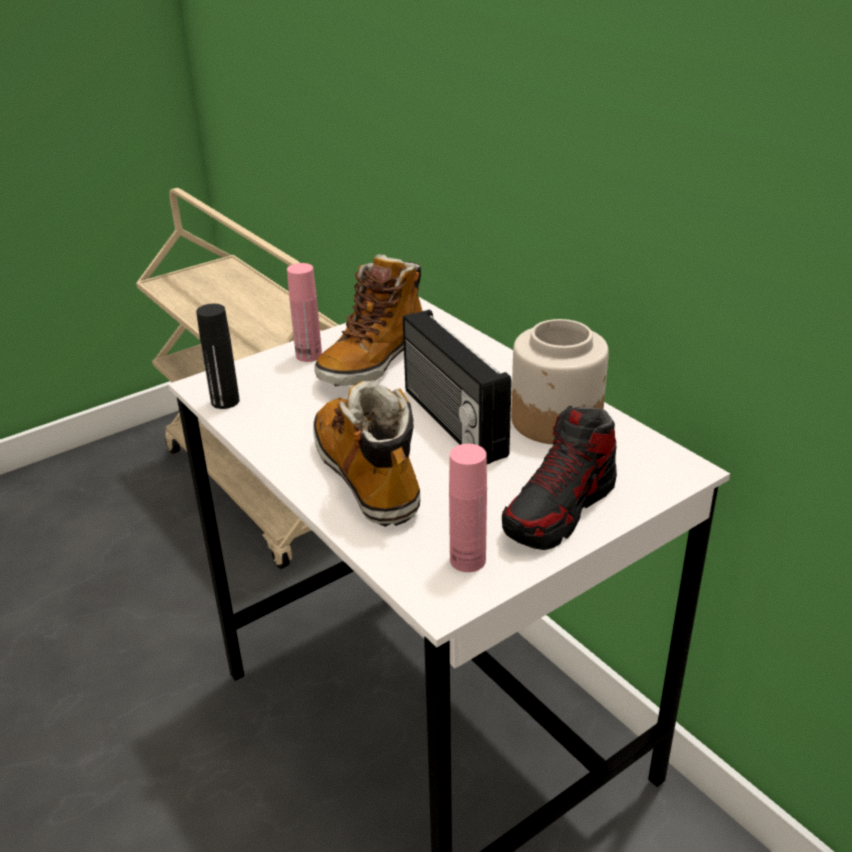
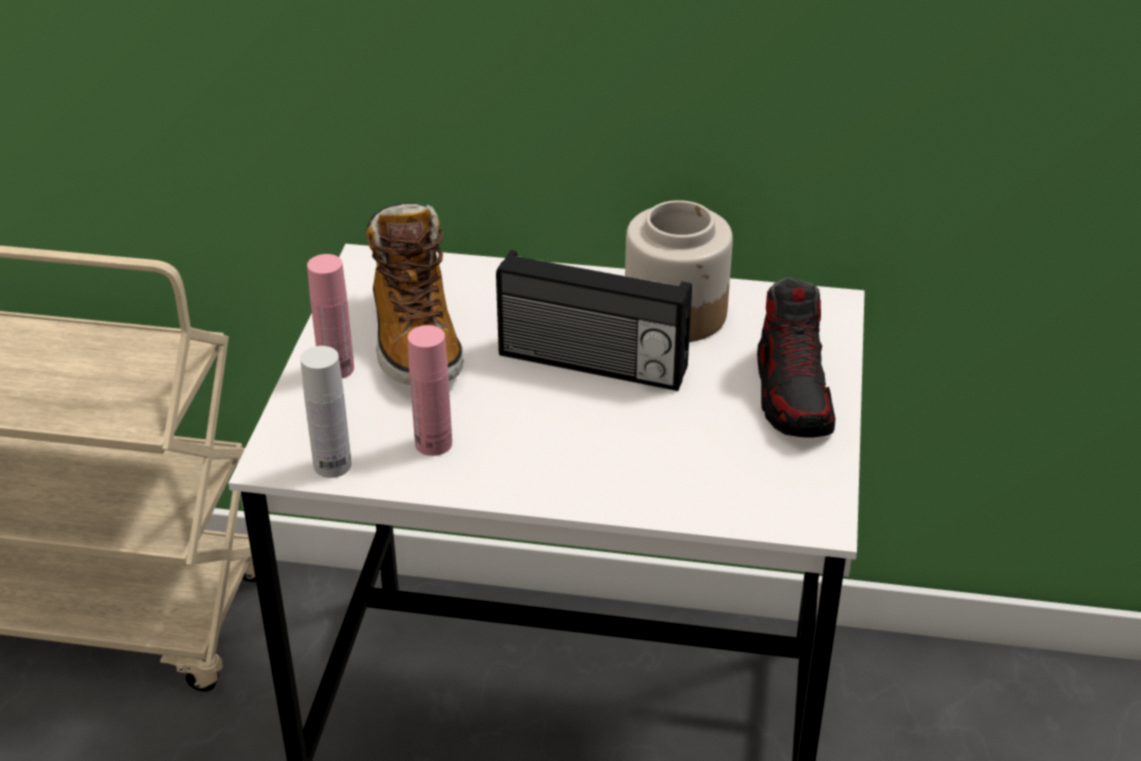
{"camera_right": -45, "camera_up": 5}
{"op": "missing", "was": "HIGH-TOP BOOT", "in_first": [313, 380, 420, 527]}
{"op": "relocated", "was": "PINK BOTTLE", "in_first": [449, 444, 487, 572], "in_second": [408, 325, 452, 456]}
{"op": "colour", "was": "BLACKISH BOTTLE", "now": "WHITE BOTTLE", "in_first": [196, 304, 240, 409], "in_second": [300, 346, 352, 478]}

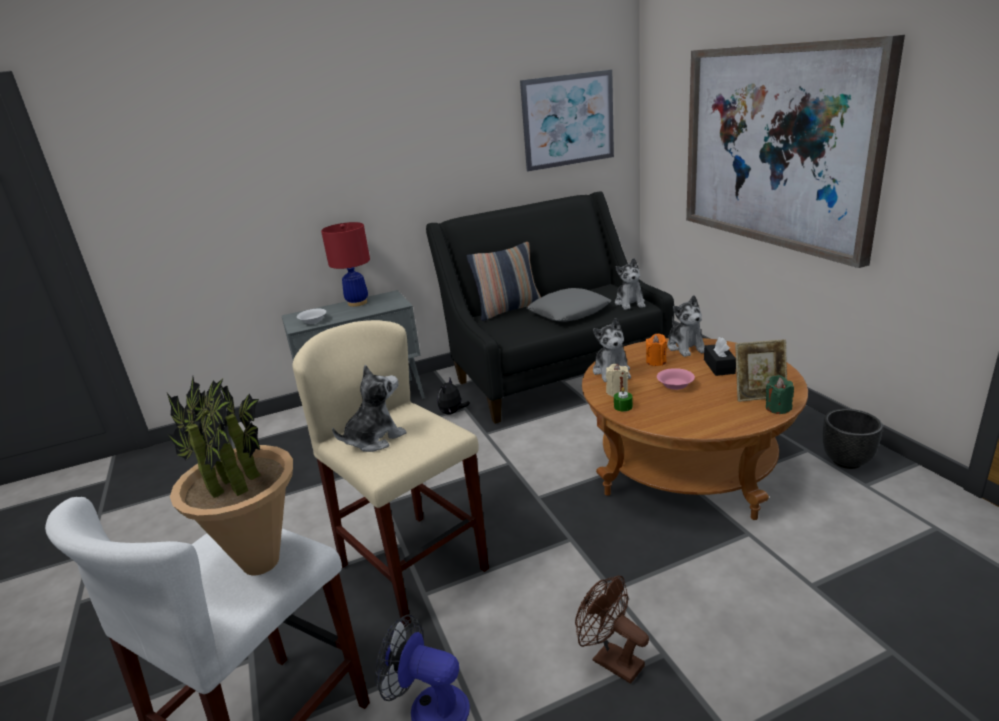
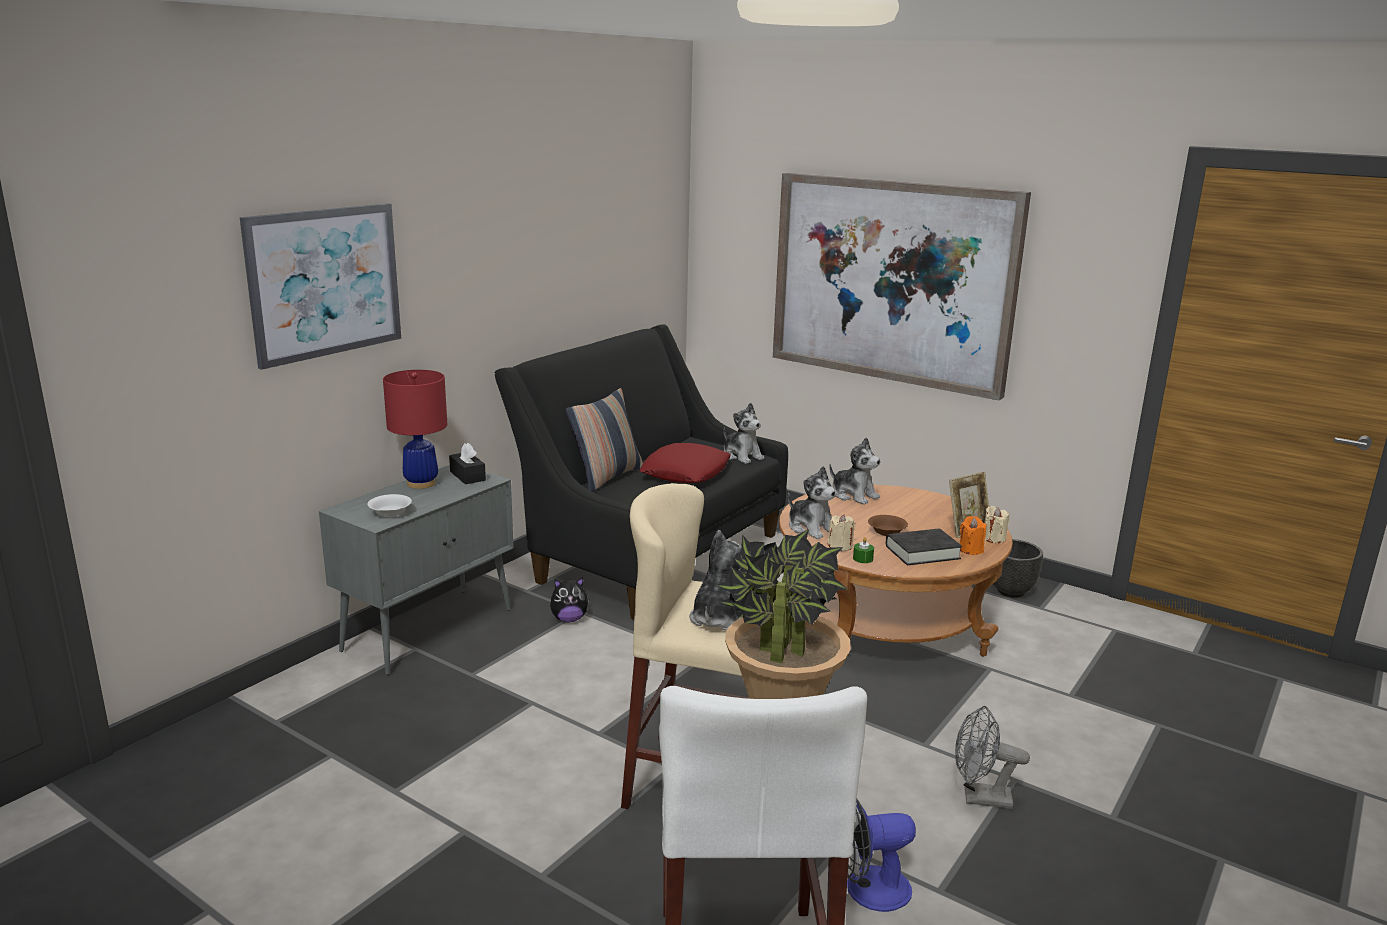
{"camera_right": -35, "camera_up": -5}
{"op": "appeared", "now": "BLACKISH BOOK", "in_second": [886, 529, 962, 565]}
{"op": "relocated", "was": "PICTURE", "in_first": [520, 70, 614, 172], "in_second": [240, 203, 401, 370]}
{"op": "relocated", "was": "ORANGEY WAX CANDLE", "in_first": [646, 334, 667, 366], "in_second": [960, 516, 986, 555]}
{"op": "relocated", "was": "BLACKISH TISSUE HOLDER", "in_first": [704, 337, 736, 376], "in_second": [449, 443, 486, 484]}
{"op": "colour", "was": "GREY PILLOW", "now": "RED-COLOURED PILLOW", "in_first": [526, 288, 612, 322], "in_second": [640, 443, 731, 483]}
{"op": "colour", "was": "BROWN-COLOURED ELECTRIC FAN", "now": "GREY ELECTRIC FAN", "in_first": [575, 576, 649, 684], "in_second": [955, 706, 1030, 809]}
{"op": "colour", "was": "PINK BOWL", "now": "BROWN-COLOURED BOWL", "in_first": [657, 368, 695, 390], "in_second": [868, 515, 908, 536]}
{"op": "colour", "was": "GREEN-COLOURED WAX CANDLE", "now": "BEIGE-COLOURED WAX CANDLE", "in_first": [766, 375, 794, 414], "in_second": [984, 506, 1009, 543]}
{"op": "spun", "was": "SOFT TOY", "in_first": [437, 378, 470, 415], "in_second": [550, 577, 590, 622], "clockwise": -90}

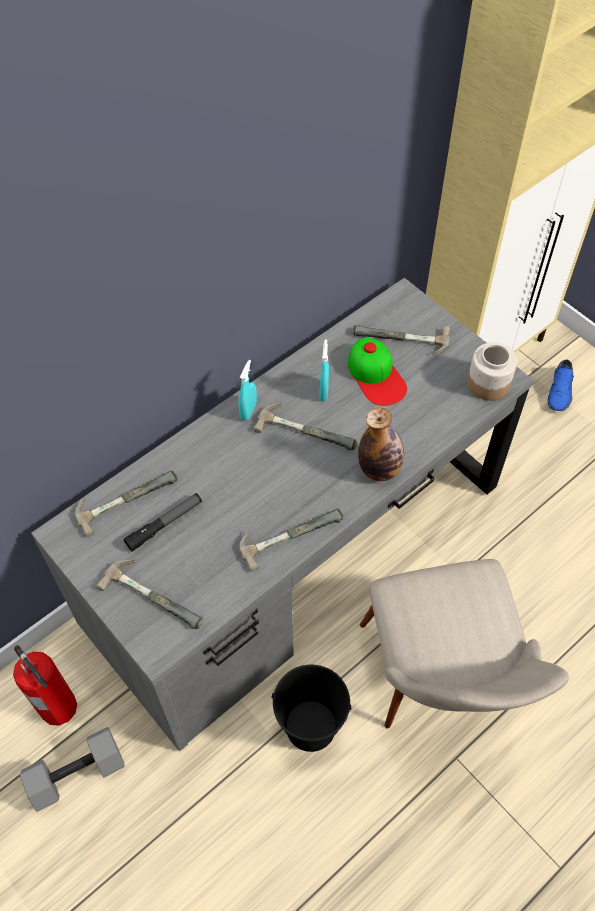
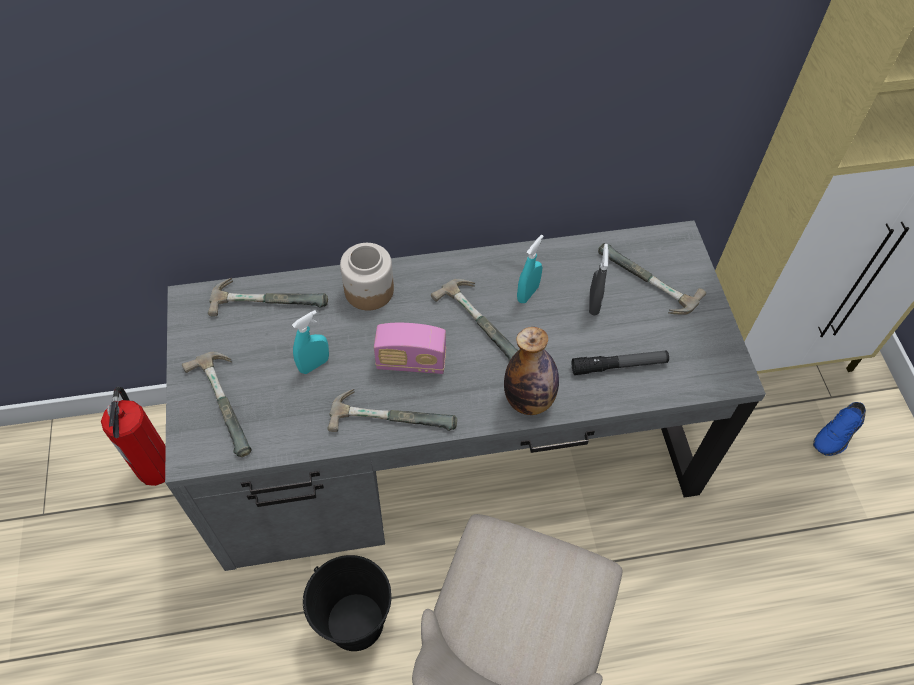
{"camera_right": 30, "camera_up": 0}
{"op": "missing", "was": "GREY FREE WEIGHT", "in_first": [20, 727, 125, 812]}
{"op": "appeared", "now": "RADIO SET", "in_second": [374, 323, 446, 374]}
{"op": "relocated", "was": "TORCH", "in_first": [124, 493, 202, 551], "in_second": [572, 350, 669, 375]}
{"op": "relocated", "was": "TURQUOISE-COLOURED SPRAY BOTTLE", "in_first": [239, 360, 257, 421], "in_second": [292, 310, 329, 374]}
{"op": "relocated", "was": "JAR", "in_first": [467, 342, 517, 401], "in_second": [340, 243, 394, 311]}
{"op": "exchanged", "was": "BASEBALL CAP", "now": "GREY SPRAY BOTTLE", "in_first": [348, 338, 407, 406], "in_second": [589, 244, 608, 316]}

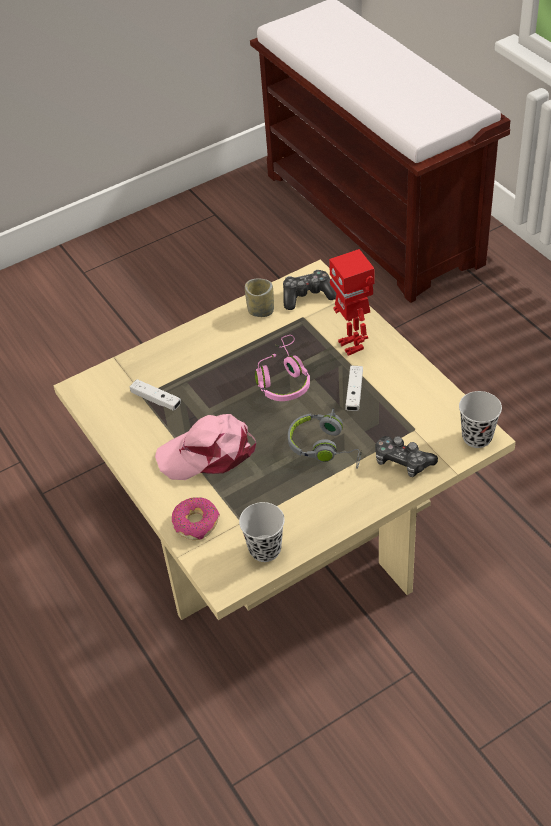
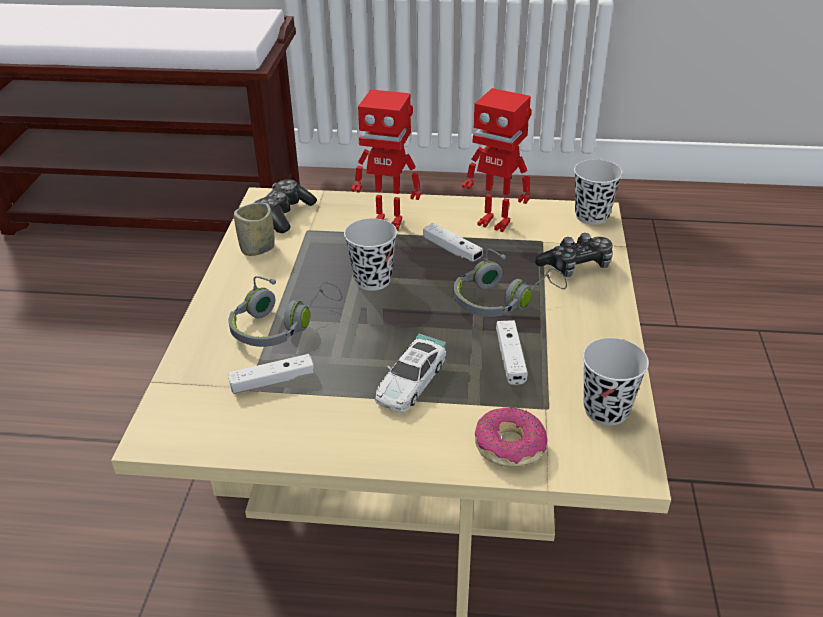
{"camera_right": -55, "camera_up": -10}
{"op": "appeared", "now": "GREY HEADPHONES", "in_second": [229, 276, 342, 347]}
{"op": "appeared", "now": "TOY ROBOT", "in_second": [462, 88, 532, 232]}
{"op": "appeared", "now": "WHITE GAME CONTROLLER", "in_second": [496, 320, 527, 385]}
{"op": "exchanged", "was": "PINK BASEBALL CAP", "now": "TOY CAR", "in_first": [155, 414, 256, 480], "in_second": [375, 333, 446, 413]}
{"op": "exchanged", "was": "PINK HEADPHONES", "now": "BLACKISH CUP", "in_first": [255, 335, 310, 401], "in_second": [344, 218, 397, 291]}

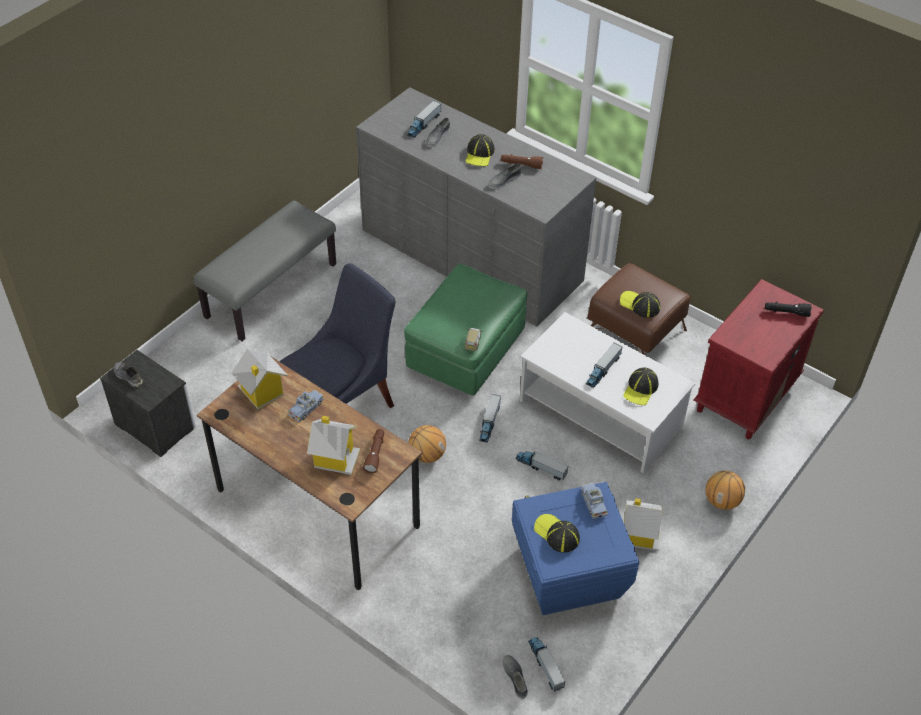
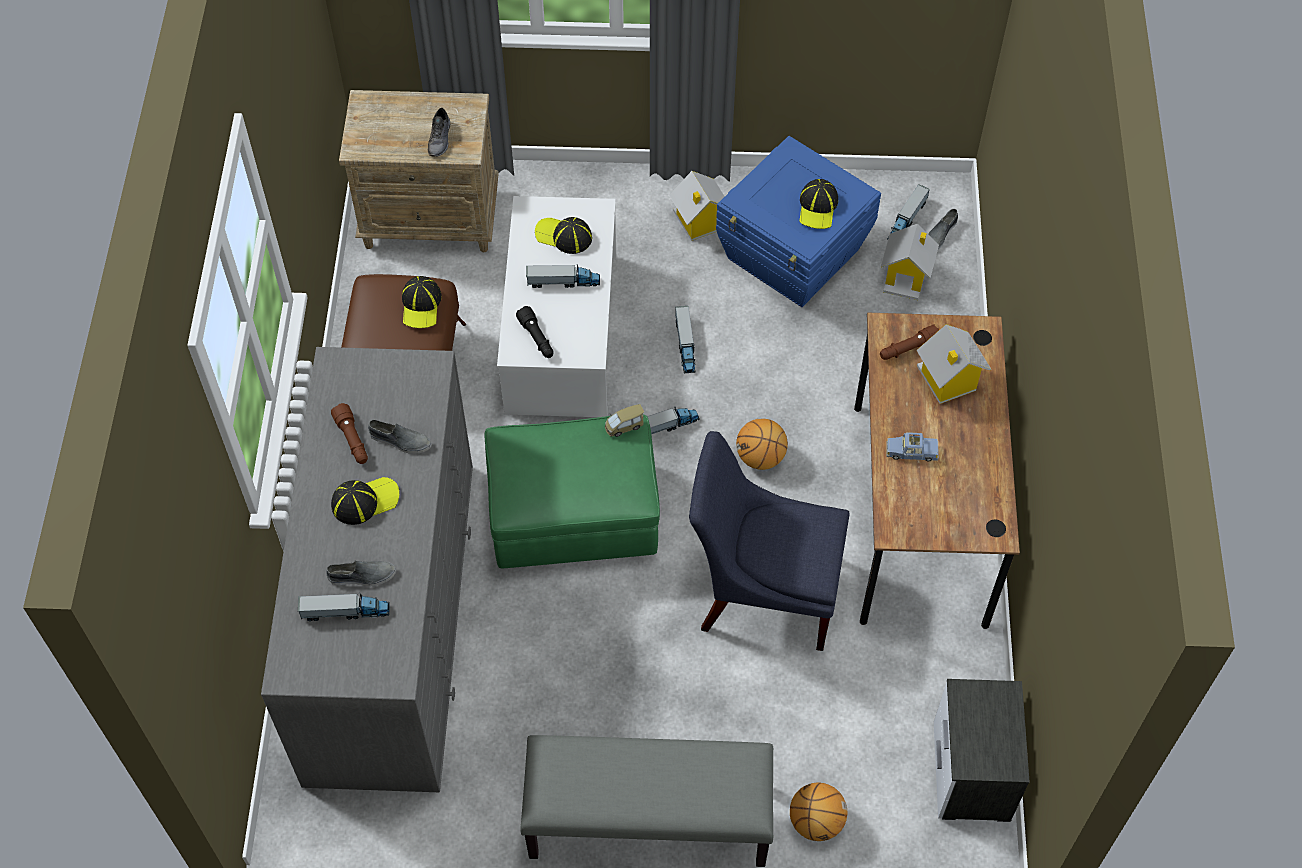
{"camera_right": -125, "camera_up": 10}
{"op": "missing", "was": "BLUE-COLOURED TOY CAR", "in_first": [581, 483, 608, 519]}
{"op": "relocated", "was": "GREY LOW SHOE", "in_first": [114, 362, 143, 387], "in_second": [428, 108, 450, 157]}
{"op": "relocated", "was": "TOY HOUSE", "in_first": [231, 349, 288, 409], "in_second": [881, 224, 939, 300]}
{"op": "relocated", "was": "BASKETBALL BALL", "in_first": [706, 471, 745, 510], "in_second": [790, 783, 847, 841]}
{"op": "relocated", "was": "BLACKISH TORCH", "in_first": [765, 302, 812, 317], "in_second": [516, 306, 554, 358]}
{"op": "colour", "was": "RED-COLOURED NIGHT TABLE", "now": "BEIGE-COLOURED NIGHT TABLE", "in_first": [693, 279, 824, 439], "in_second": [339, 90, 499, 252]}
{"op": "spun", "was": "BASEBALL CAP", "in_first": [623, 368, 659, 405], "in_second": [535, 217, 592, 254], "clockwise": -150}

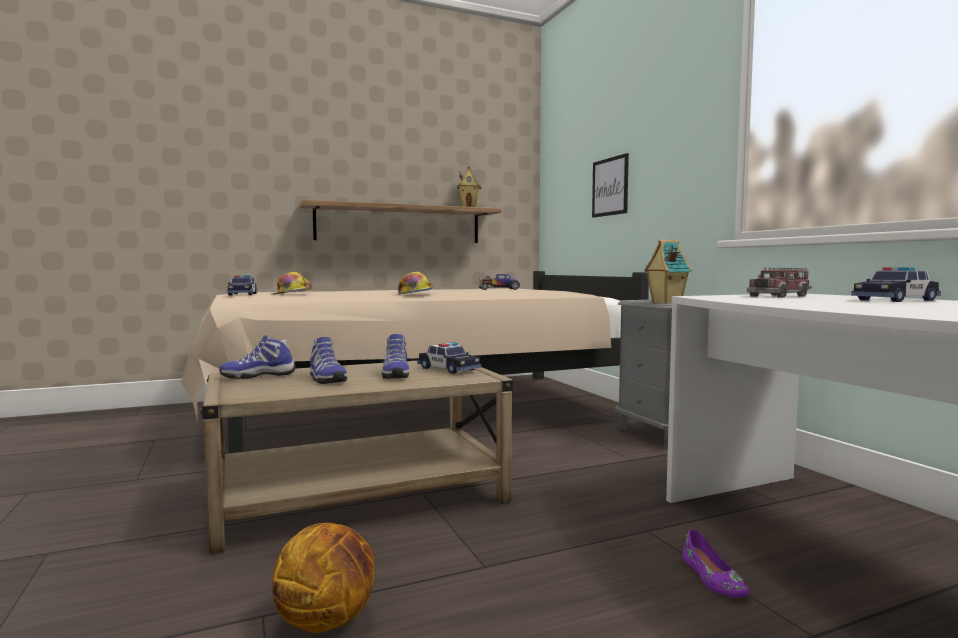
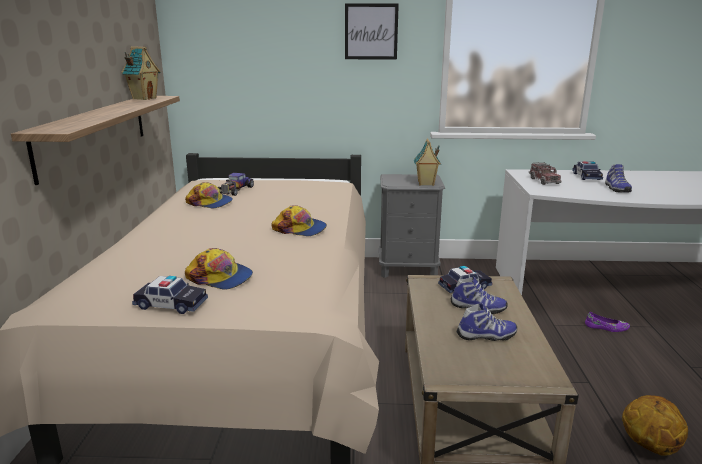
{"camera_right": -65, "camera_up": 15}
{"op": "appeared", "now": "BASEBALL CAP", "in_second": [185, 182, 233, 208]}
{"op": "relocated", "was": "LOW SHOE", "in_first": [219, 335, 296, 379], "in_second": [605, 164, 632, 193]}
{"op": "relocated", "was": "PICTURE", "in_first": [592, 153, 629, 218], "in_second": [345, 3, 399, 60]}

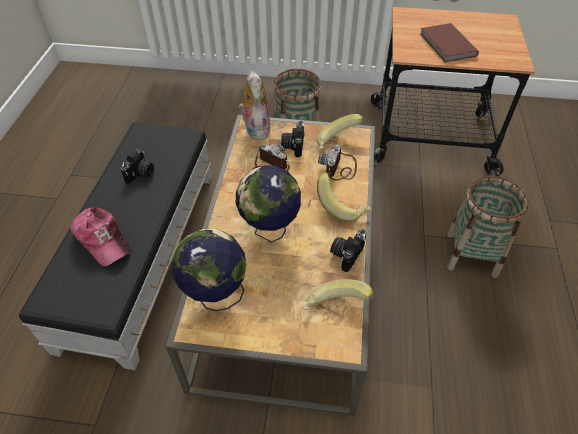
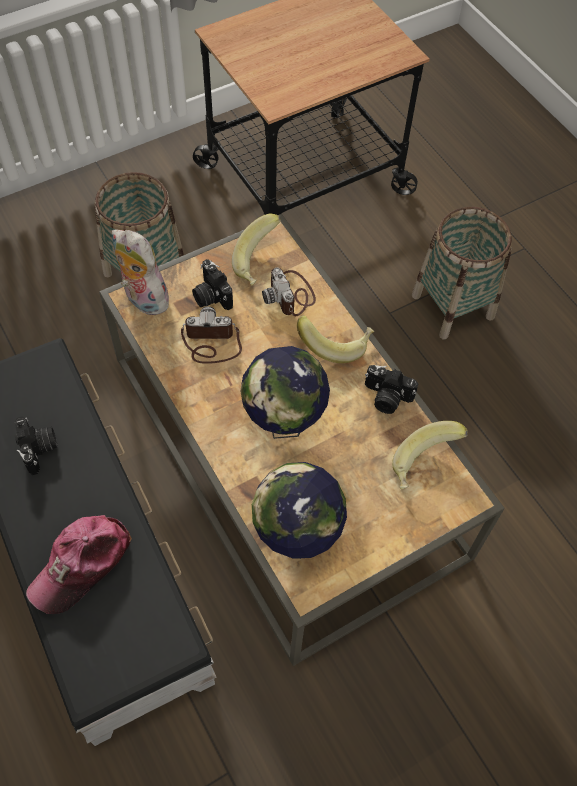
{"camera_right": -40, "camera_up": 10}
{"op": "missing", "was": "BROWN-COLOURED BOOK", "in_first": [420, 23, 479, 62]}
{"op": "spun", "was": "BASEBALL CAP", "in_first": [71, 207, 131, 266], "in_second": [26, 515, 132, 614], "clockwise": 120}
{"op": "spun", "was": "STILL CAMERA", "in_first": [330, 229, 366, 272], "in_second": [365, 365, 419, 414], "clockwise": -60}

